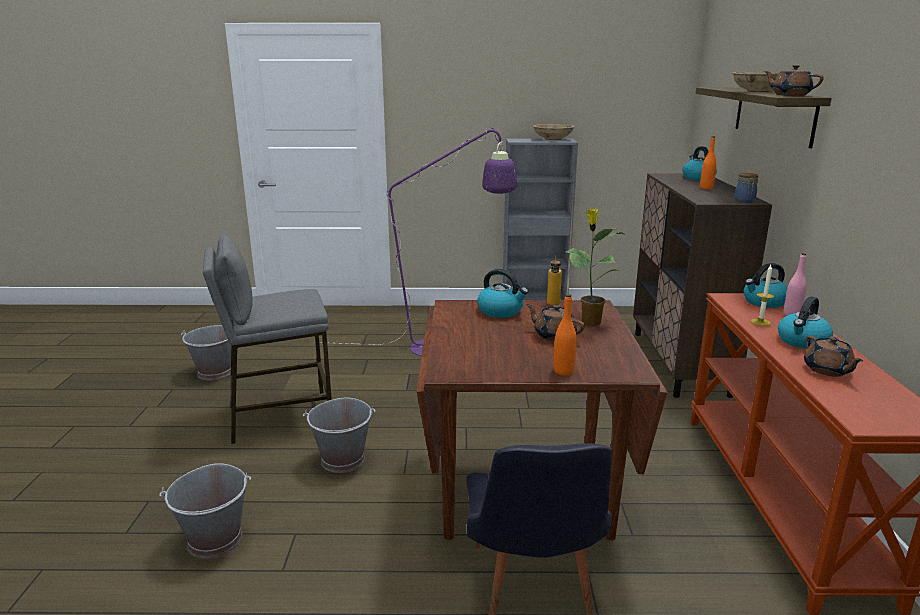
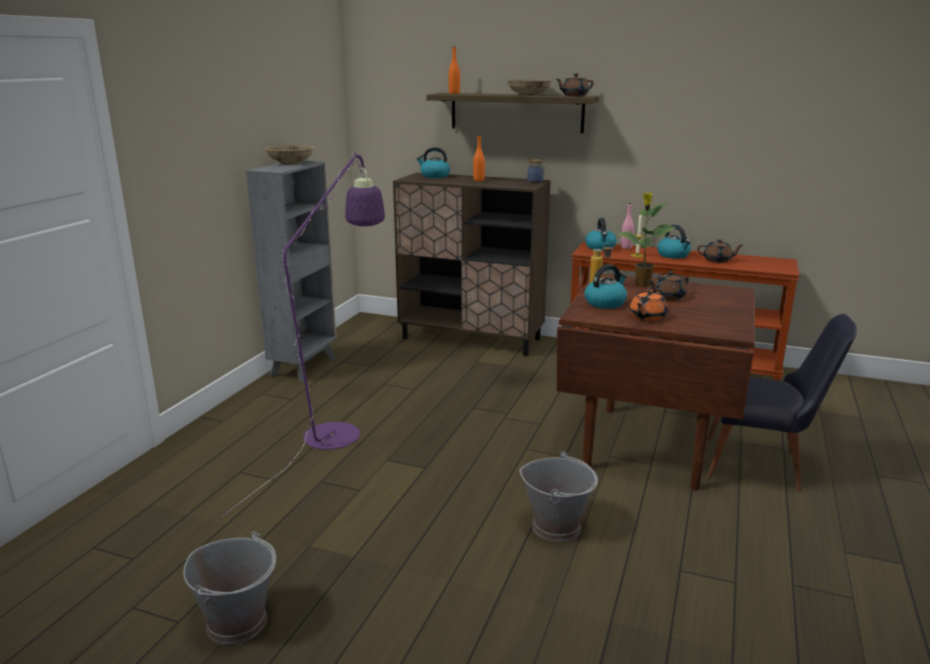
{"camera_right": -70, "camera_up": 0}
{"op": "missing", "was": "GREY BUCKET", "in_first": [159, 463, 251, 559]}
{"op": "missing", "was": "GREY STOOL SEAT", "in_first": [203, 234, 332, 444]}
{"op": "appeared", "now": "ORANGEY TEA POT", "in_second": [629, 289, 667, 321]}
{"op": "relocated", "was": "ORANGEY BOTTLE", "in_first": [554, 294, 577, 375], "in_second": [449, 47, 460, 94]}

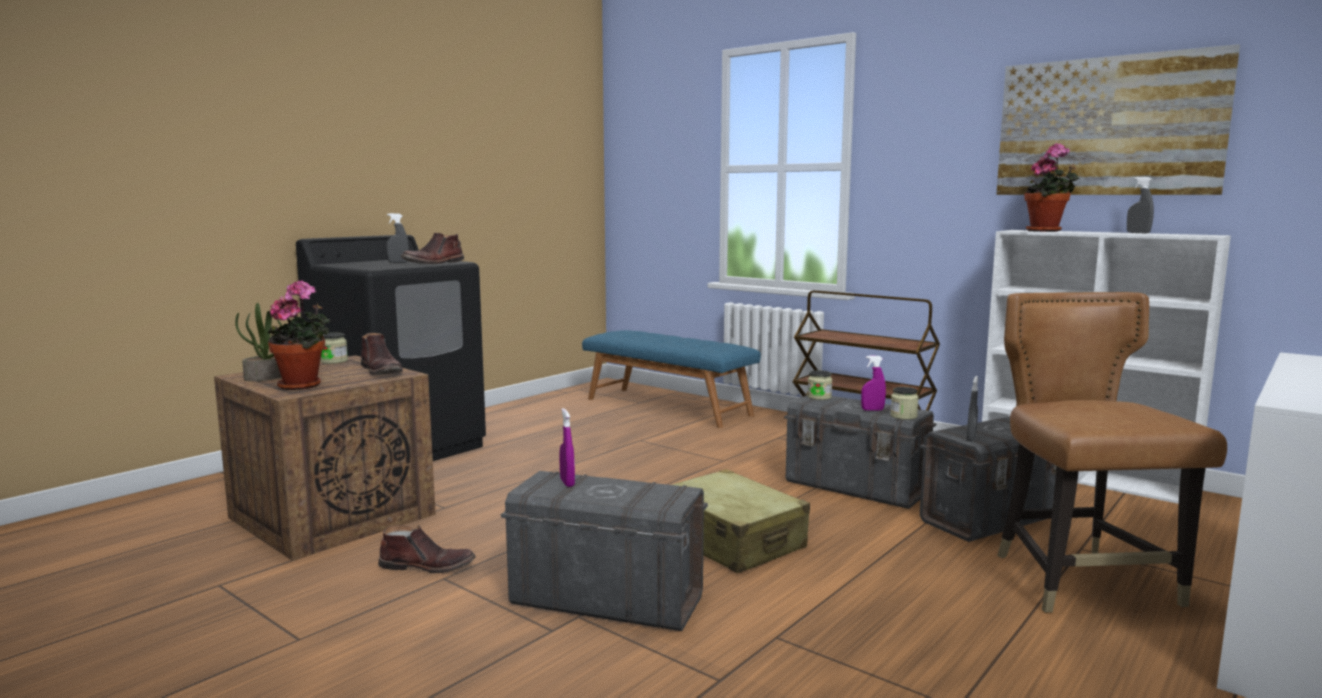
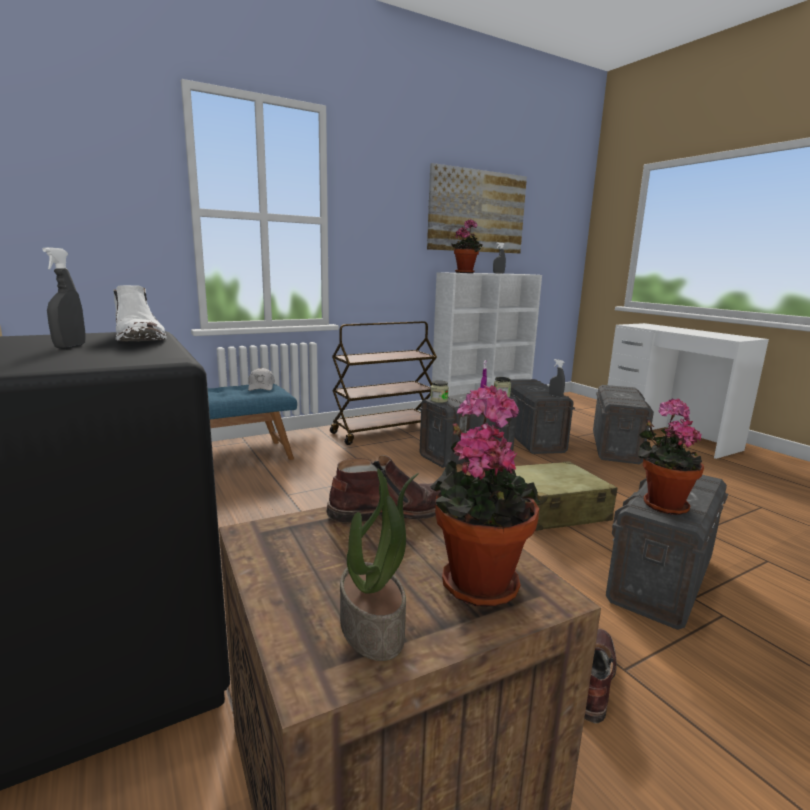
{"camera_right": -70, "camera_up": 5}
{"op": "missing", "was": "JAR", "in_first": [320, 333, 348, 364]}
{"op": "appeared", "now": "WHITE BASEBALL CAP", "in_second": [248, 368, 275, 391]}
{"op": "exchanged", "was": "PURPLE-COLOURED SPRAY BOTTLE", "now": "PLANT IN A POT", "in_first": [559, 408, 575, 487], "in_second": [638, 399, 704, 515]}
{"op": "exchanged", "was": "BROWN-COLOURED UPRIGHT CHAIR", "now": "GREY STORAGE CONTAINER", "in_first": [997, 292, 1227, 613], "in_second": [593, 385, 654, 464]}
{"op": "colour", "was": "BROWN-COLOURED HIGH-TOP BOOT", "now": "WHITE HIGH-TOP BOOT", "in_first": [401, 233, 464, 264], "in_second": [113, 285, 167, 341]}

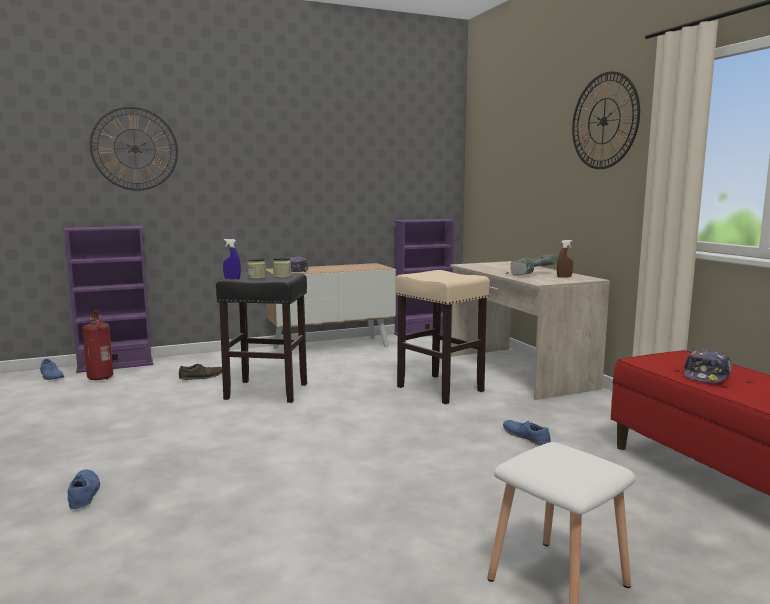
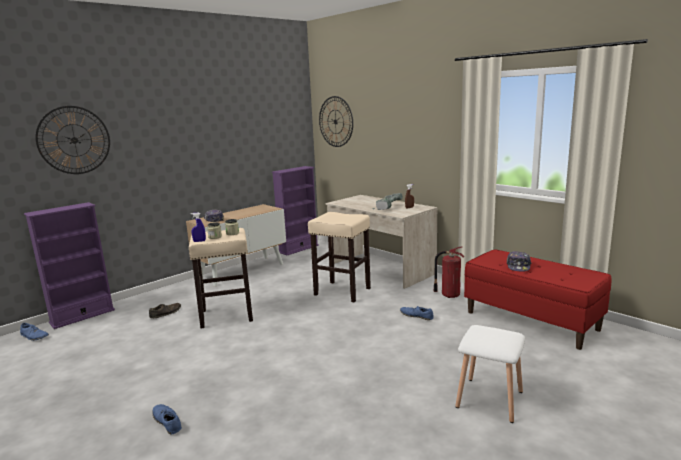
{"camera_right": -20, "camera_up": 5}
{"op": "relocated", "was": "EXTINGUISHER", "in_first": [82, 310, 113, 380], "in_second": [434, 247, 464, 298]}
{"op": "relocated", "was": "HANGING CLOCK", "in_first": [572, 71, 640, 169], "in_second": [319, 96, 353, 147]}
{"op": "colour", "was": "BLACKISH STOOL SEAT", "now": "BEIGE-COLOURED STOOL SEAT", "in_first": [216, 272, 307, 403], "in_second": [189, 228, 253, 329]}

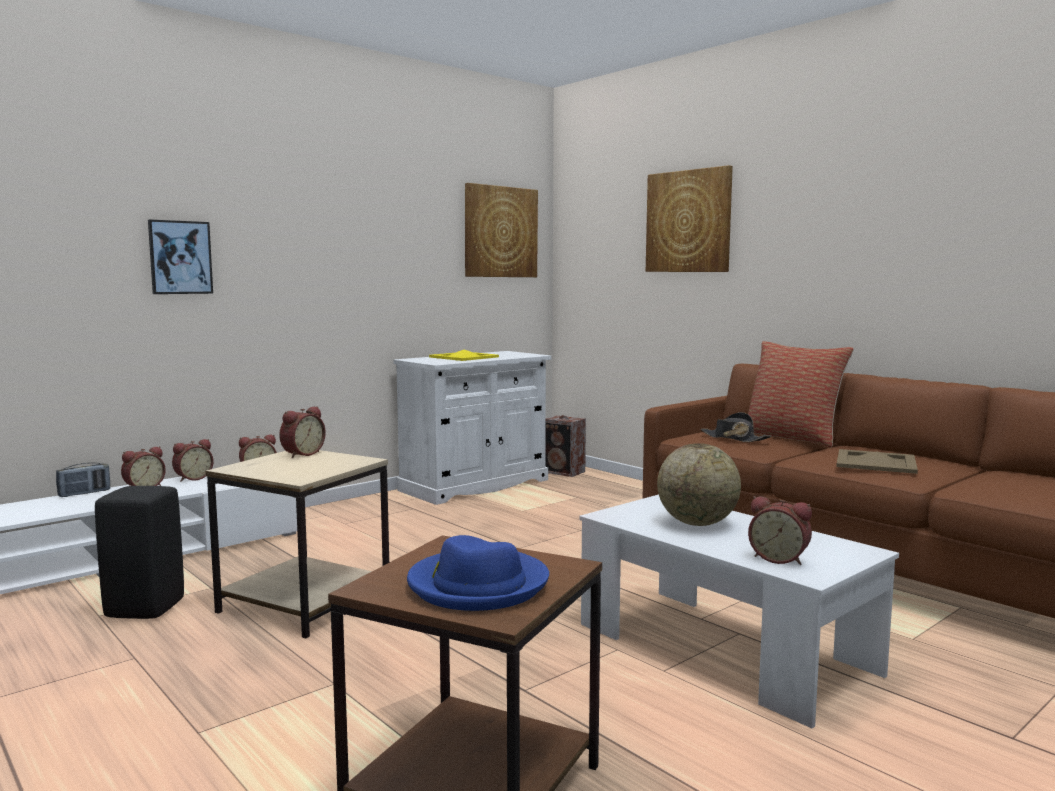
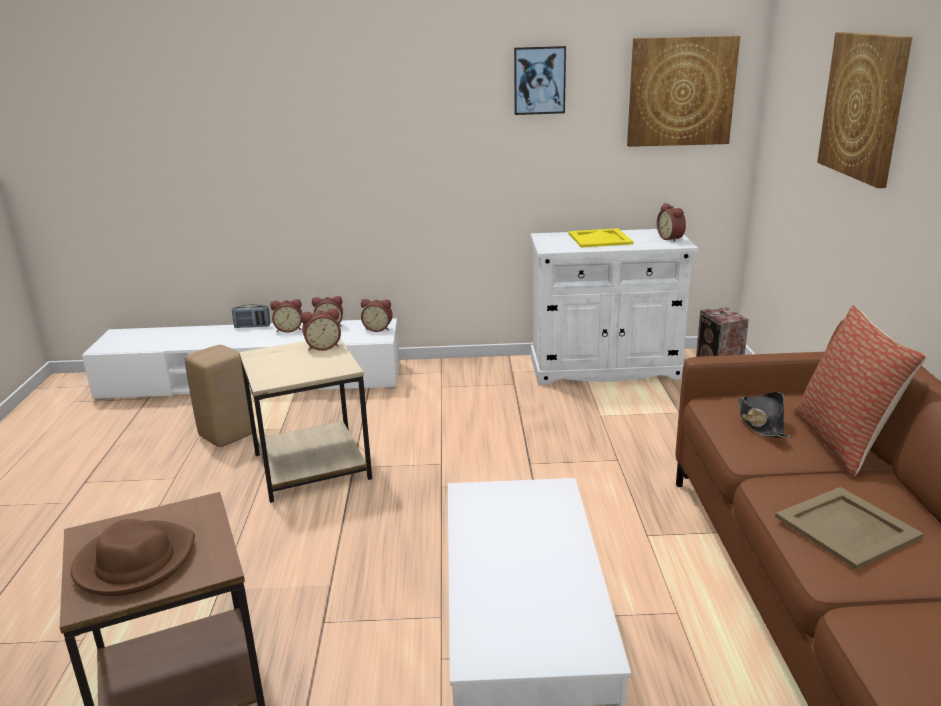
{"camera_right": 40, "camera_up": 15}
{"op": "missing", "was": "DESK GLOBE", "in_first": [657, 443, 741, 526]}
{"op": "relocated", "was": "PICTURE", "in_first": [148, 219, 213, 294], "in_second": [514, 46, 566, 115]}
{"op": "relocated", "was": "ALARM CLOCK", "in_first": [748, 496, 812, 565], "in_second": [657, 203, 686, 242]}
{"op": "colour", "was": "BLACKISH STOOL SEAT", "now": "BEIGE-COLOURED STOOL SEAT", "in_first": [95, 486, 184, 619], "in_second": [185, 345, 252, 447]}
{"op": "colour", "was": "BLUE-COLOURED WEARABLE HAT", "now": "BROWN-COLOURED WEARABLE HAT", "in_first": [407, 535, 549, 611], "in_second": [71, 519, 195, 596]}

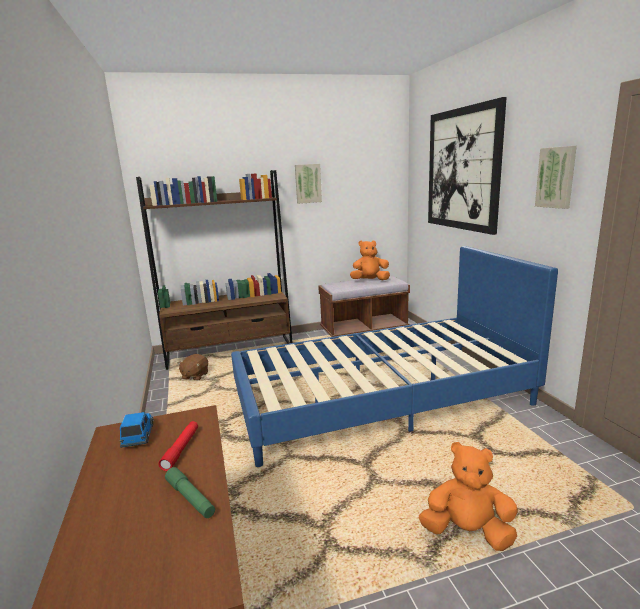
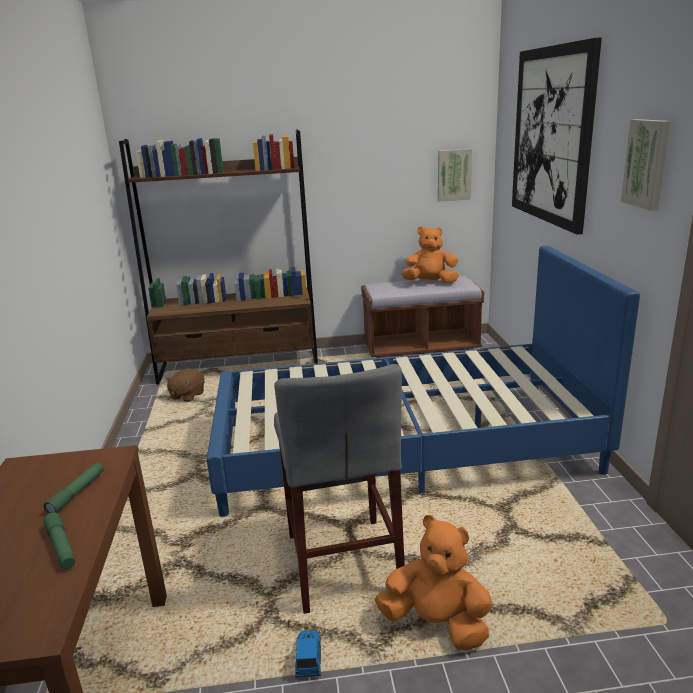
{"camera_right": 10, "camera_up": 5}
{"op": "appeared", "now": "GREY STOOL SEAT", "in_second": [274, 364, 405, 614]}
{"op": "relocated", "was": "TOY CAR", "in_first": [120, 412, 154, 448], "in_second": [295, 631, 321, 678]}
{"op": "relocated", "was": "PICTURE", "in_first": [295, 164, 322, 204], "in_second": [438, 149, 472, 202]}
{"op": "colour", "was": "RED-COLOURED TORCH", "now": "GREEN-COLOURED TORCH", "in_first": [158, 421, 198, 471], "in_second": [44, 463, 104, 514]}

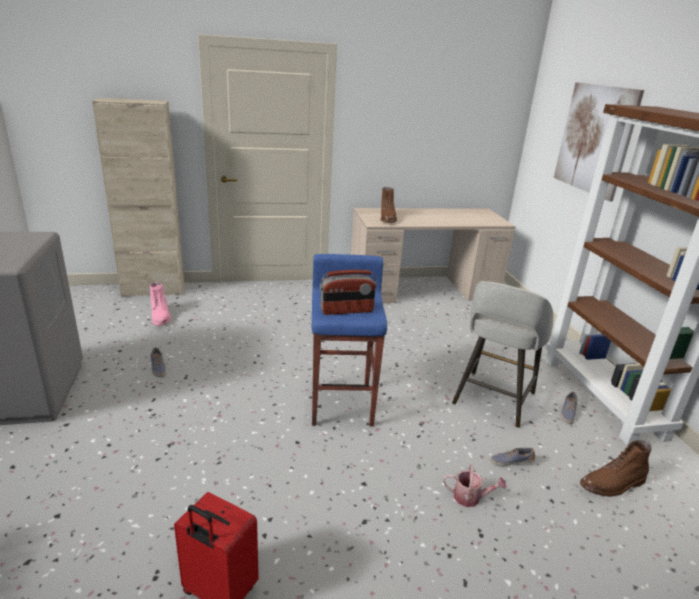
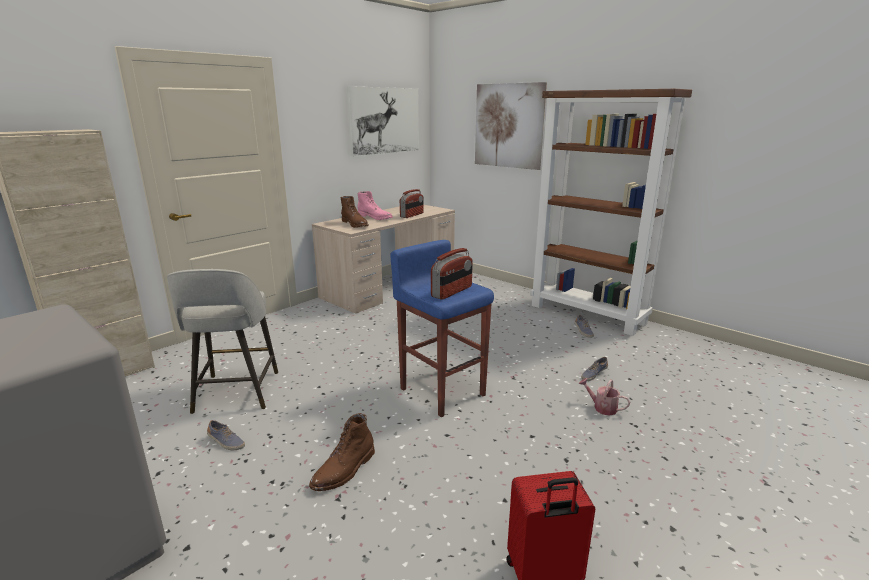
{"camera_right": -35, "camera_up": -5}
{"op": "appeared", "now": "PICTURE", "in_second": [347, 86, 419, 156]}
{"op": "appeared", "now": "RADIO SET", "in_second": [400, 189, 423, 218]}
{"op": "relocated", "was": "PINK HIGH-TOP BOOT", "in_first": [150, 282, 171, 326], "in_second": [357, 191, 393, 220]}
{"op": "relocated", "was": "GREY STOOL SEAT", "in_first": [452, 281, 553, 428], "in_second": [167, 269, 278, 414]}
{"op": "relocated", "was": "BROWN-COLOURED HIGH-TOP BOOT", "in_first": [580, 440, 652, 497], "in_second": [309, 413, 375, 491]}
{"op": "spun", "was": "WATERING CAN", "in_first": [443, 464, 507, 507], "in_second": [579, 378, 630, 416], "clockwise": -120}

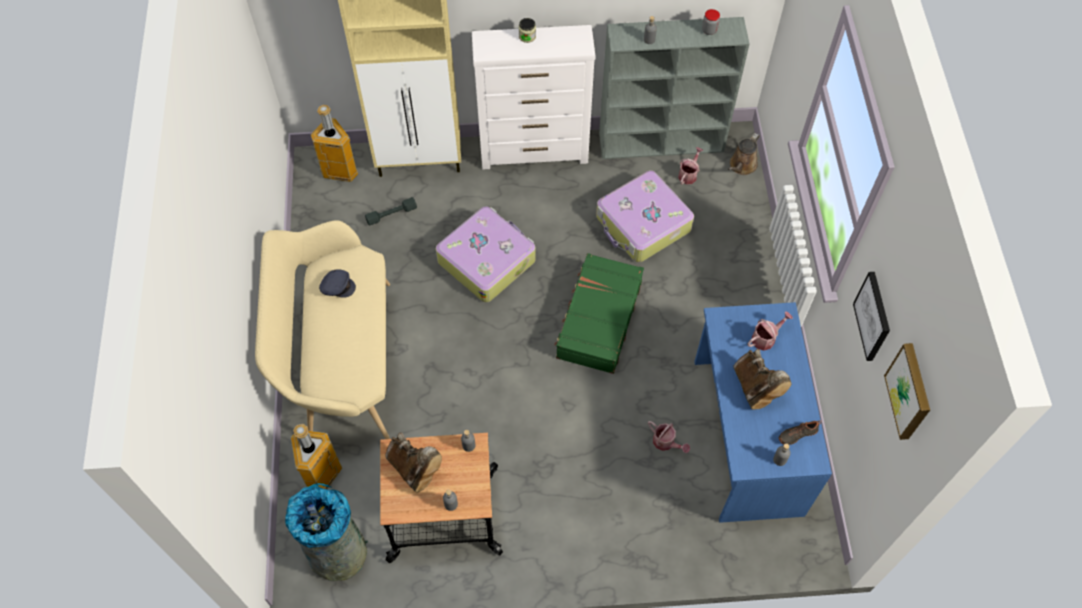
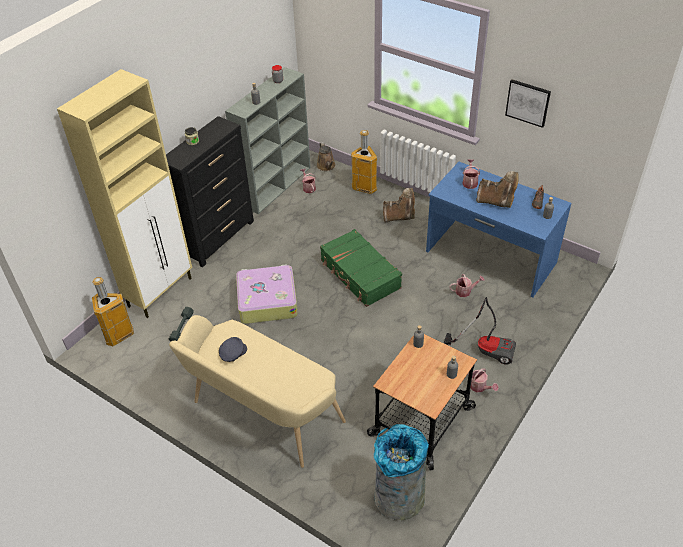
{"camera_right": -50, "camera_up": -15}
{"op": "missing", "was": "TRAVEL CASE", "in_first": [596, 170, 694, 262]}
{"op": "missing", "was": "PICTURE", "in_first": [884, 343, 930, 440]}
{"op": "appeared", "now": "VACUUM CLEANER", "in_second": [444, 297, 516, 365]}
{"op": "appeared", "now": "WATERING CAN", "in_second": [467, 368, 498, 392]}
{"op": "relocated", "was": "TRASH CAN", "in_first": [291, 424, 342, 489], "in_second": [351, 130, 377, 194]}
{"op": "relocated", "was": "BROWN-COLOURED HIGH-TOP BOOT", "in_first": [385, 433, 442, 493], "in_second": [383, 188, 415, 222]}
{"op": "colour", "was": "WHITE CHEST OF DRAWERS", "now": "BLACKISH CHEST OF DRAWERS", "in_first": [472, 25, 595, 170], "in_second": [166, 116, 254, 267]}

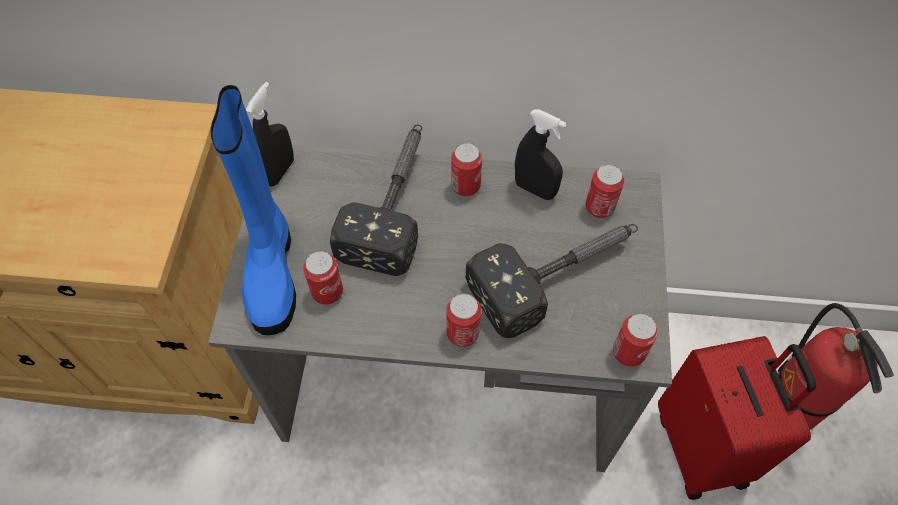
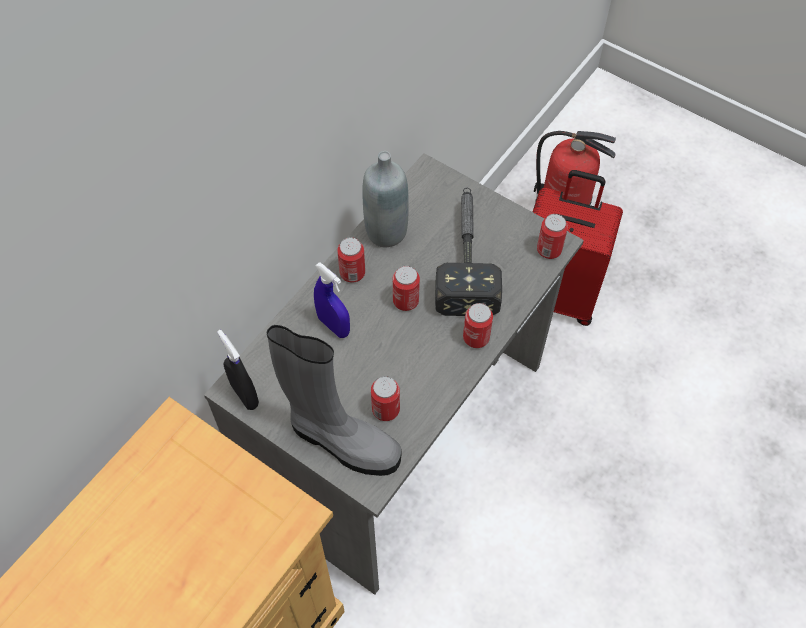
{"camera_right": -60, "camera_up": 0}
{"op": "relocated", "was": "CAN", "in_first": [586, 164, 624, 218], "in_second": [393, 266, 420, 311]}
{"op": "exchanged", "was": "HAND HAMMER", "now": "BLUE-COLOURED SPRAY BOTTLE", "in_first": [330, 125, 422, 276], "in_second": [314, 262, 350, 338]}
{"op": "exchanged", "was": "BLACKISH SPRAY BOTTLE", "now": "GREY BOTTLE", "in_first": [515, 109, 567, 200], "in_second": [362, 151, 409, 247]}
{"op": "colour", "was": "BLUE-COLOURED HIGH-TOP BOOT", "now": "GREY HIGH-TOP BOOT", "in_first": [210, 85, 296, 335], "in_second": [267, 325, 401, 476]}

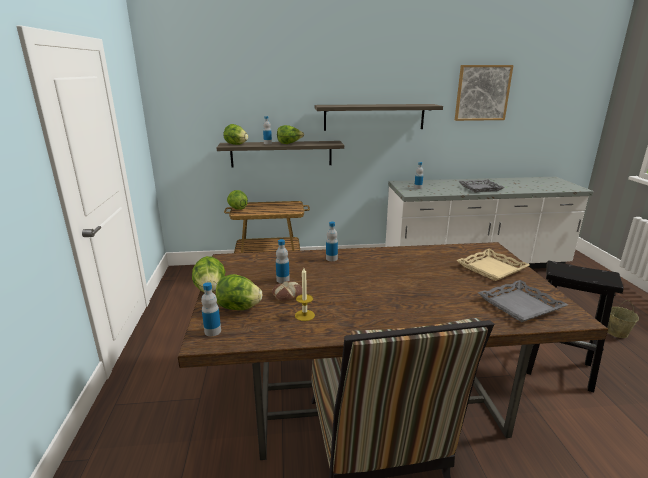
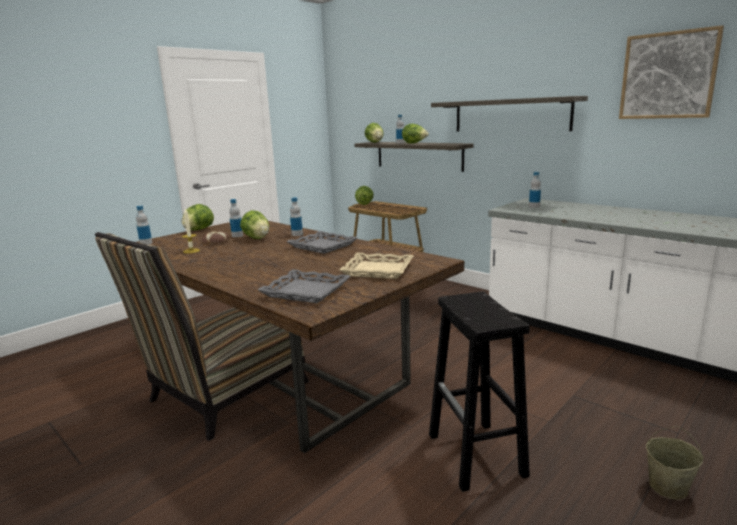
{"camera_right": 50, "camera_up": -5}
{"op": "relocated", "was": "LETTUCE", "in_first": [216, 274, 262, 310], "in_second": [240, 210, 269, 239]}
{"op": "relocated", "was": "GREY CARRYING TRAY", "in_first": [459, 179, 505, 192], "in_second": [286, 231, 357, 254]}

